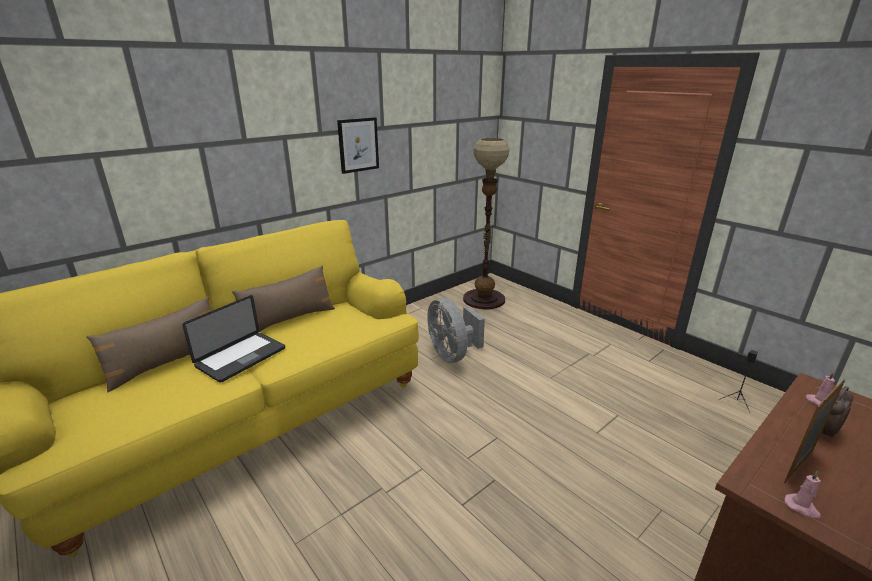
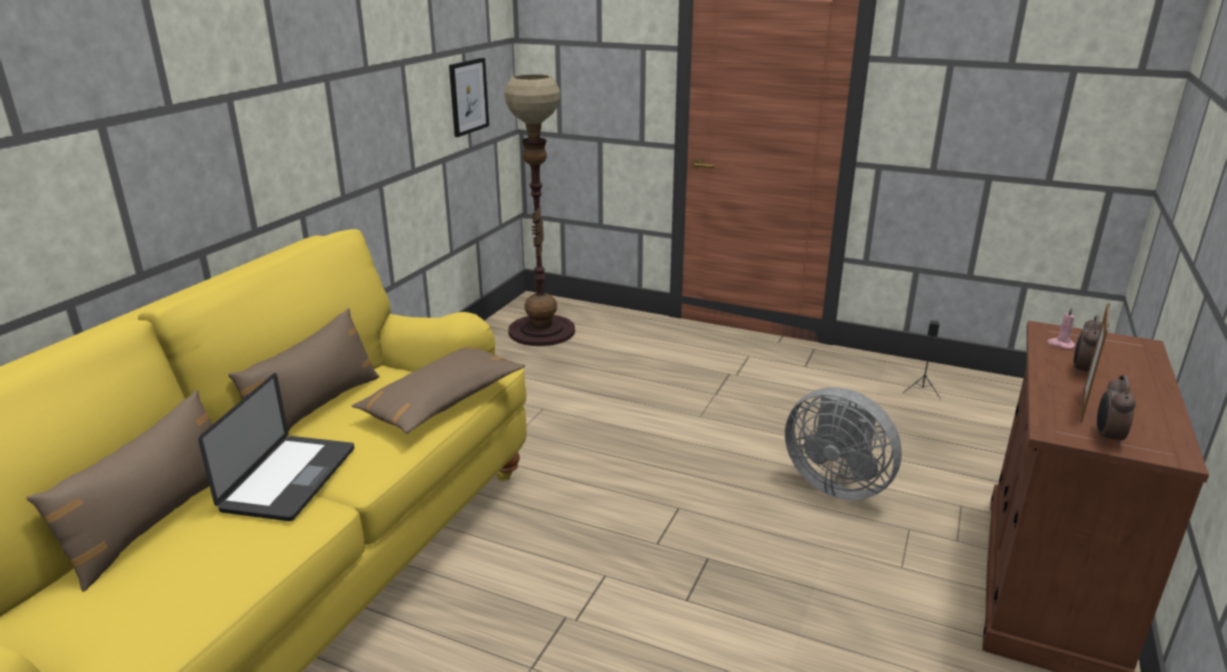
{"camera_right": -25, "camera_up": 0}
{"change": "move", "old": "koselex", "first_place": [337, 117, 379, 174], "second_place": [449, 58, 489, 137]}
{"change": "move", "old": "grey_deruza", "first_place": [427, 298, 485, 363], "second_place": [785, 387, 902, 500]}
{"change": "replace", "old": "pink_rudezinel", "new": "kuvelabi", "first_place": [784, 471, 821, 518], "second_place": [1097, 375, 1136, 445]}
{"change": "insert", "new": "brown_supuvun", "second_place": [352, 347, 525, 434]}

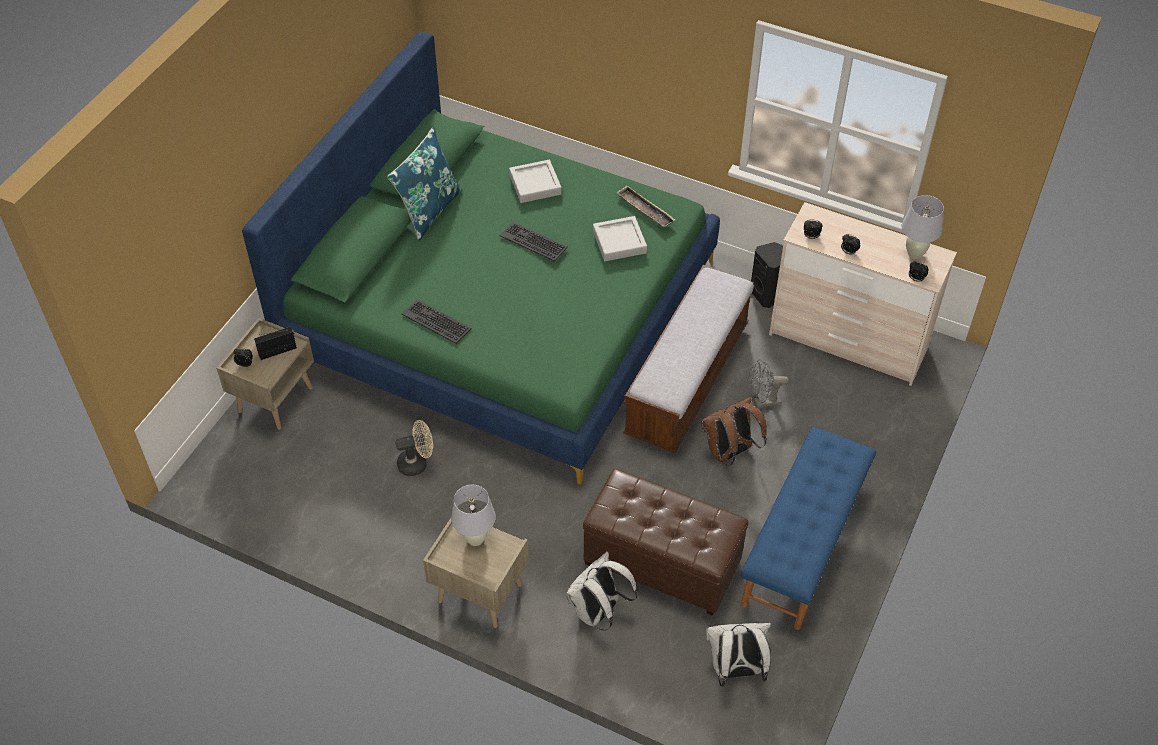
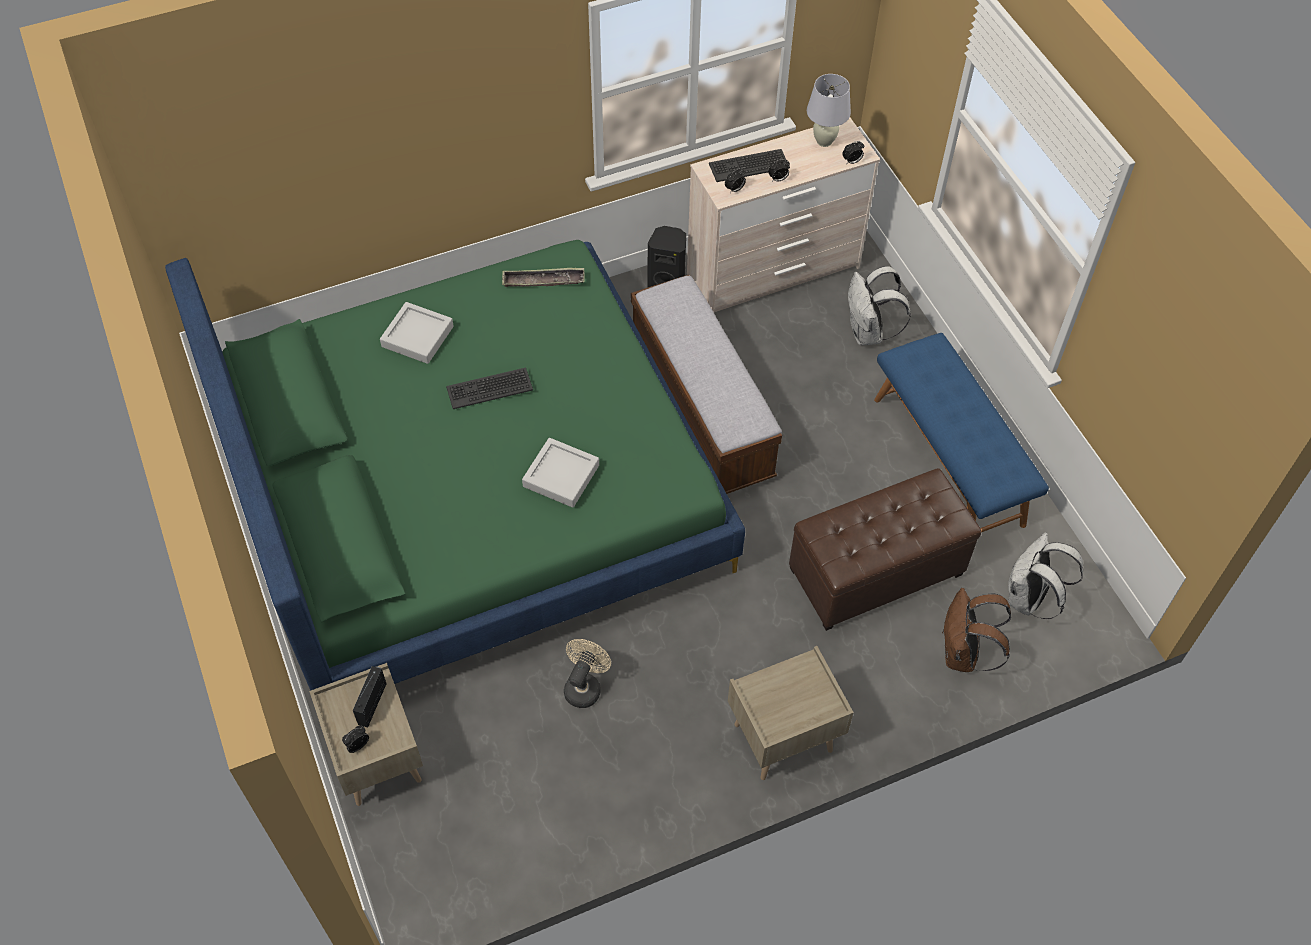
{"camera_right": -50, "camera_up": 5}
{"change": "delete", "old": "blue_supuvun", "first_place": [387, 127, 463, 240]}
{"change": "move", "old": "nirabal", "first_place": [402, 299, 472, 344], "second_place": [709, 149, 790, 182]}
{"change": "delete", "old": "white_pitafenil", "first_place": [451, 485, 496, 546]}
{"change": "move", "old": "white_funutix", "first_place": [566, 552, 637, 631], "second_place": [848, 266, 911, 345]}
{"change": "move", "old": "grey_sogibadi", "first_place": [593, 216, 647, 261], "second_place": [522, 438, 599, 508]}
{"change": "move", "old": "brown_funutix", "first_place": [702, 397, 767, 466], "second_place": [942, 588, 1011, 672]}
{"change": "delete", "old": "grey_deruza", "first_place": [749, 359, 789, 408]}

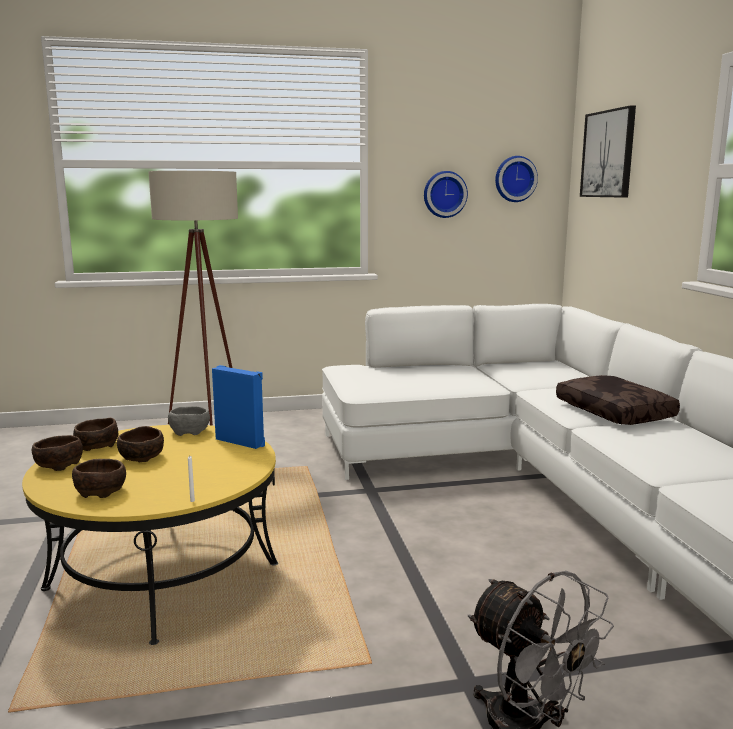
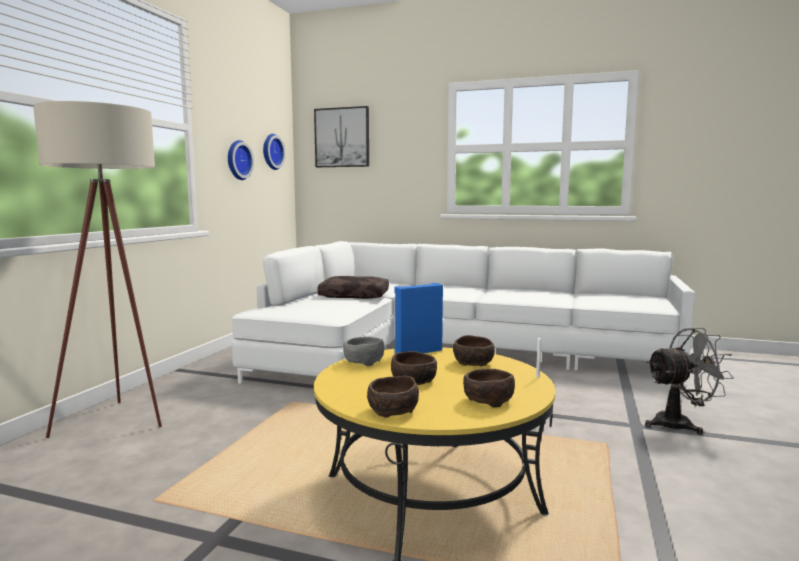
{"camera_right": -60, "camera_up": -5}
{"change": "move", "old": "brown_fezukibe", "first_place": [73, 418, 118, 451], "second_place": [453, 335, 495, 366]}
{"change": "move", "old": "brown_supuvun", "first_place": [556, 375, 680, 425], "second_place": [317, 276, 389, 299]}

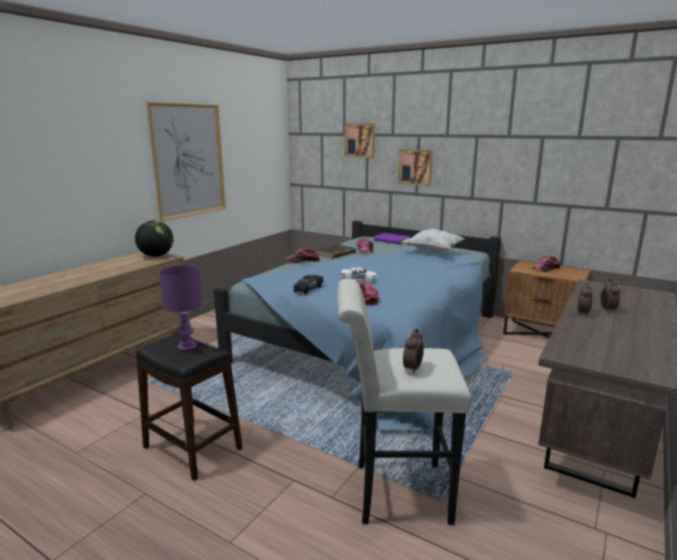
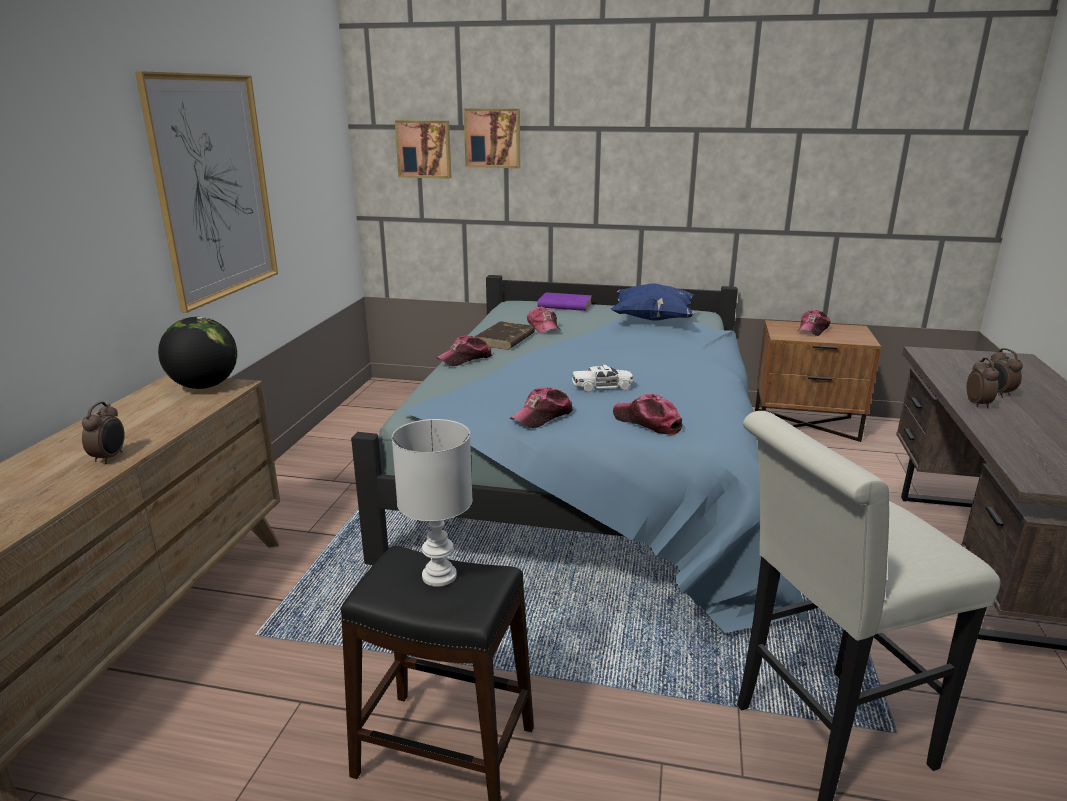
{"camera_right": -20, "camera_up": 5}
{"change": "recolor", "old": "purple_pitafenil", "new": "white_pitafenil", "first_place": [159, 265, 203, 351], "second_place": [392, 419, 473, 587]}
{"change": "replace", "old": "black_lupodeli", "new": "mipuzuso", "first_place": [294, 275, 323, 294], "second_place": [510, 387, 573, 428]}
{"change": "move", "old": "koselex", "first_place": [398, 149, 433, 186], "second_place": [395, 120, 451, 179]}
{"change": "recolor", "old": "white_supuvun", "new": "blue_supuvun", "first_place": [402, 229, 465, 252], "second_place": [611, 283, 695, 321]}
{"change": "move", "old": "kuvelabi", "first_place": [403, 328, 424, 374], "second_place": [82, 402, 125, 464]}

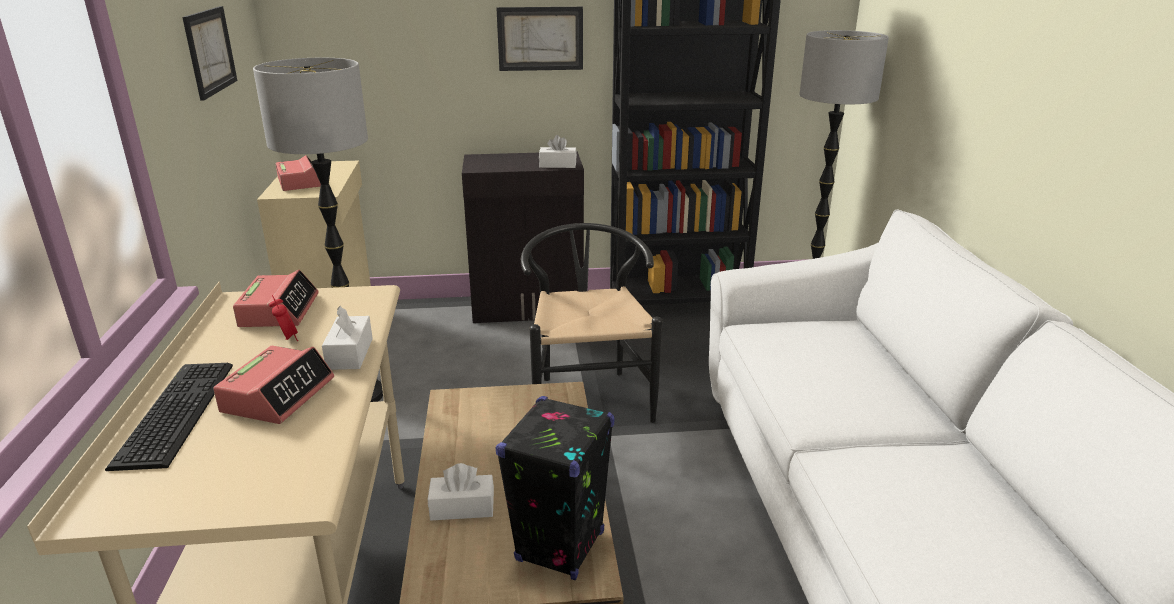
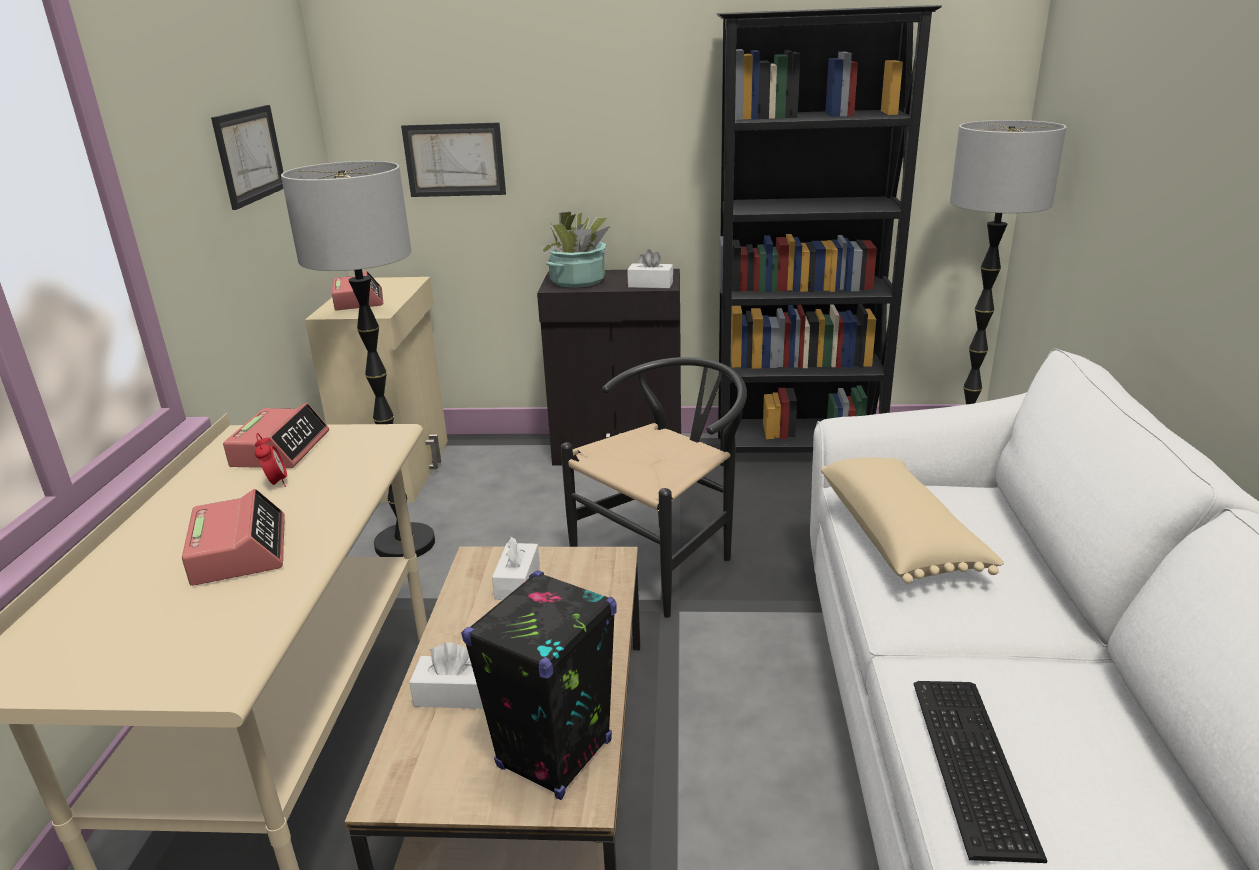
{"camera_right": 10, "camera_up": 0}
{"change": "move", "old": "nirabal", "first_place": [105, 363, 233, 471], "second_place": [914, 681, 1047, 863]}
{"change": "rotate", "old": "kuvelabi", "first_place": [213, 346, 334, 424], "second_place": [182, 489, 285, 586], "degrees": -45}
{"change": "move", "old": "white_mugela", "first_place": [322, 306, 373, 370], "second_place": [492, 537, 540, 600]}
{"change": "move", "old": "koselex", "first_place": [496, 7, 583, 71], "second_place": [401, 122, 506, 197]}
{"change": "rotate", "old": "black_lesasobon", "first_place": [521, 223, 662, 423], "second_place": [561, 357, 747, 618], "degrees": 45}
{"change": "insert", "new": "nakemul", "second_place": [541, 212, 610, 288]}
{"change": "insert", "new": "beige_supuvun", "second_place": [821, 457, 1004, 584]}

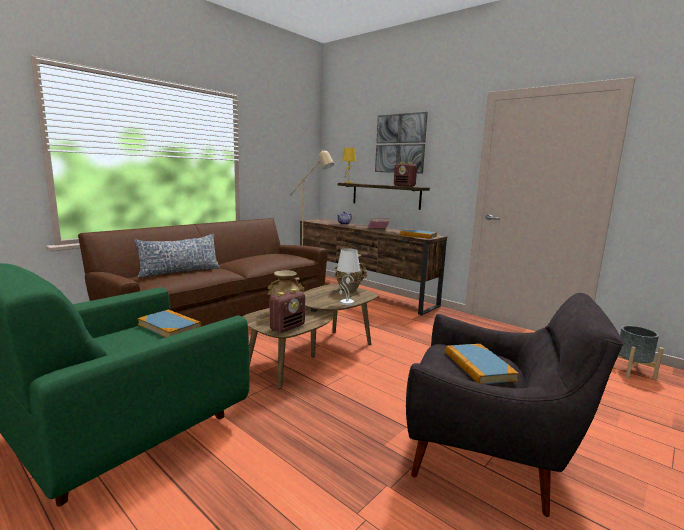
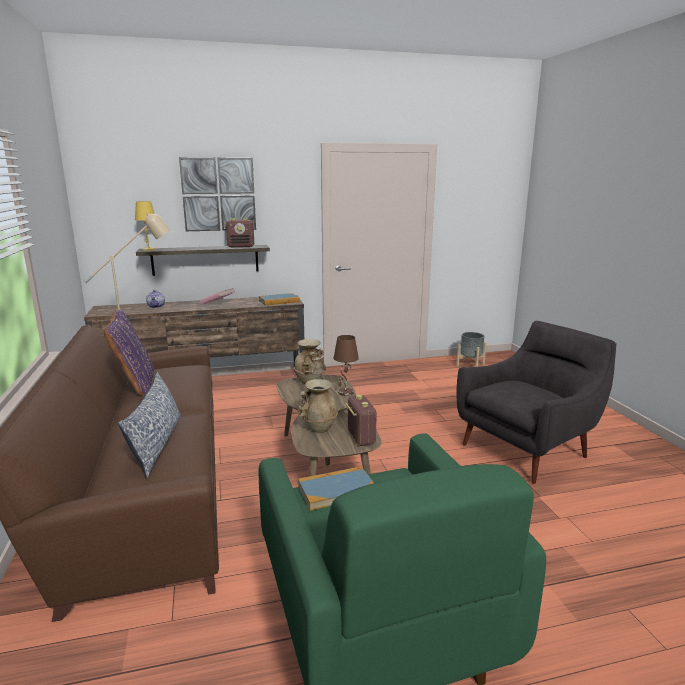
{"camera_right": -55, "camera_up": 5}
{"change": "recolor", "old": "white_pitafenil", "new": "brown_pitafenil", "first_place": [337, 248, 360, 305], "second_place": [334, 335, 359, 396]}
{"change": "delete", "old": "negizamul", "first_place": [445, 344, 519, 384]}
{"change": "insert", "new": "purple_supuvun", "second_place": [104, 310, 154, 396]}

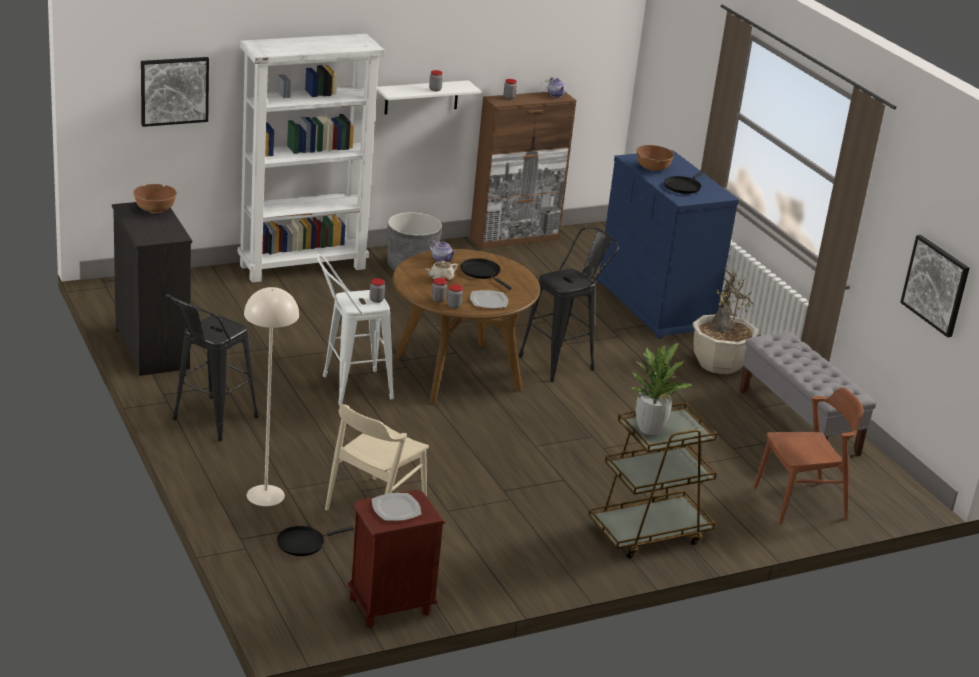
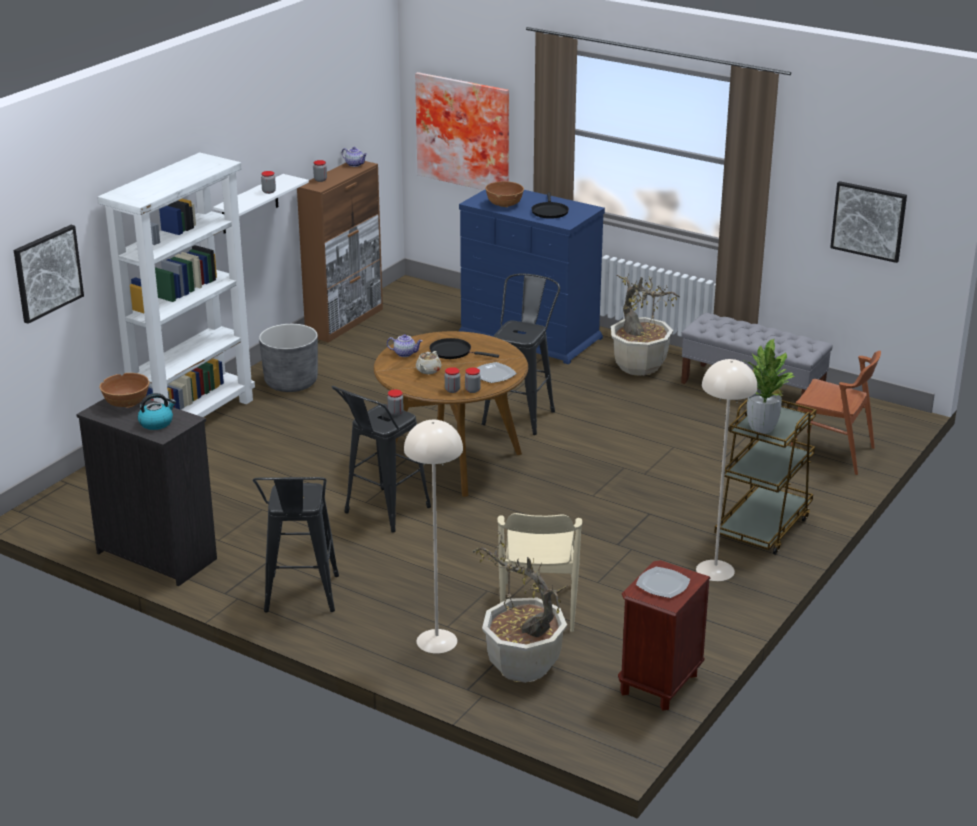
{"camera_right": -30, "camera_up": 0}
{"change": "replace", "old": "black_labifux", "new": "nakemul", "first_place": [277, 526, 354, 556], "second_place": [473, 529, 568, 683]}
{"change": "recolor", "old": "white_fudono", "new": "black_fudono", "first_place": [317, 254, 394, 405], "second_place": [332, 386, 431, 532]}
{"change": "rotate", "old": "brown_lesasobon", "first_place": [753, 387, 864, 525], "second_place": [791, 351, 881, 475], "degrees": 75}
{"change": "insert", "new": "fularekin", "second_place": [138, 393, 176, 430]}
{"change": "insert", "new": "koselex", "second_place": [415, 72, 509, 190]}
{"change": "insert", "new": "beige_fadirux", "second_place": [696, 359, 758, 581]}

